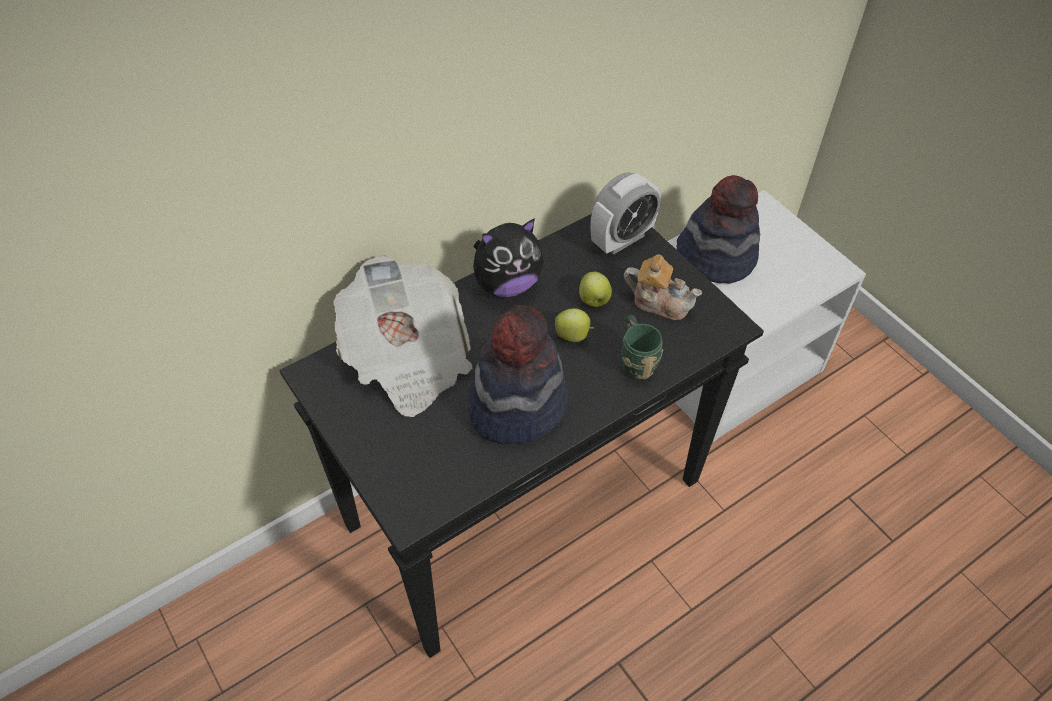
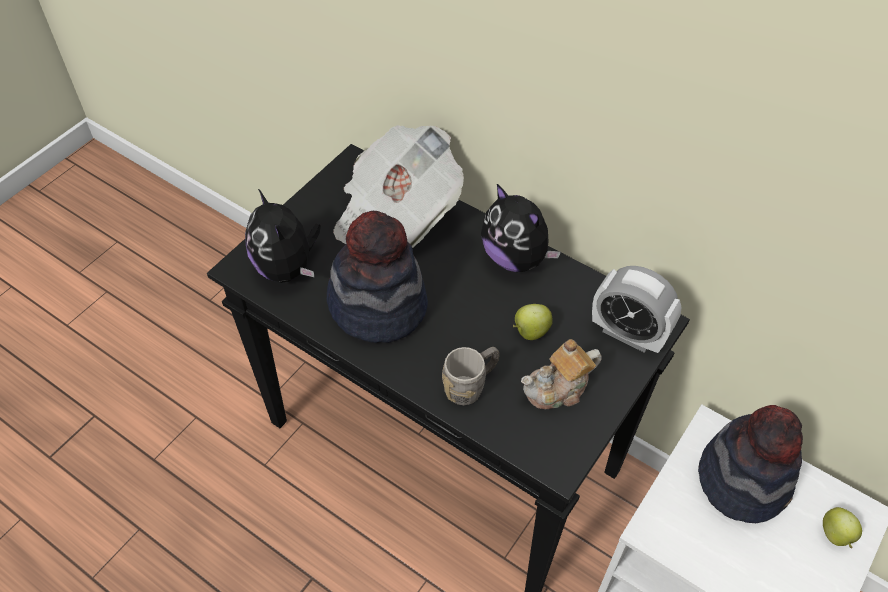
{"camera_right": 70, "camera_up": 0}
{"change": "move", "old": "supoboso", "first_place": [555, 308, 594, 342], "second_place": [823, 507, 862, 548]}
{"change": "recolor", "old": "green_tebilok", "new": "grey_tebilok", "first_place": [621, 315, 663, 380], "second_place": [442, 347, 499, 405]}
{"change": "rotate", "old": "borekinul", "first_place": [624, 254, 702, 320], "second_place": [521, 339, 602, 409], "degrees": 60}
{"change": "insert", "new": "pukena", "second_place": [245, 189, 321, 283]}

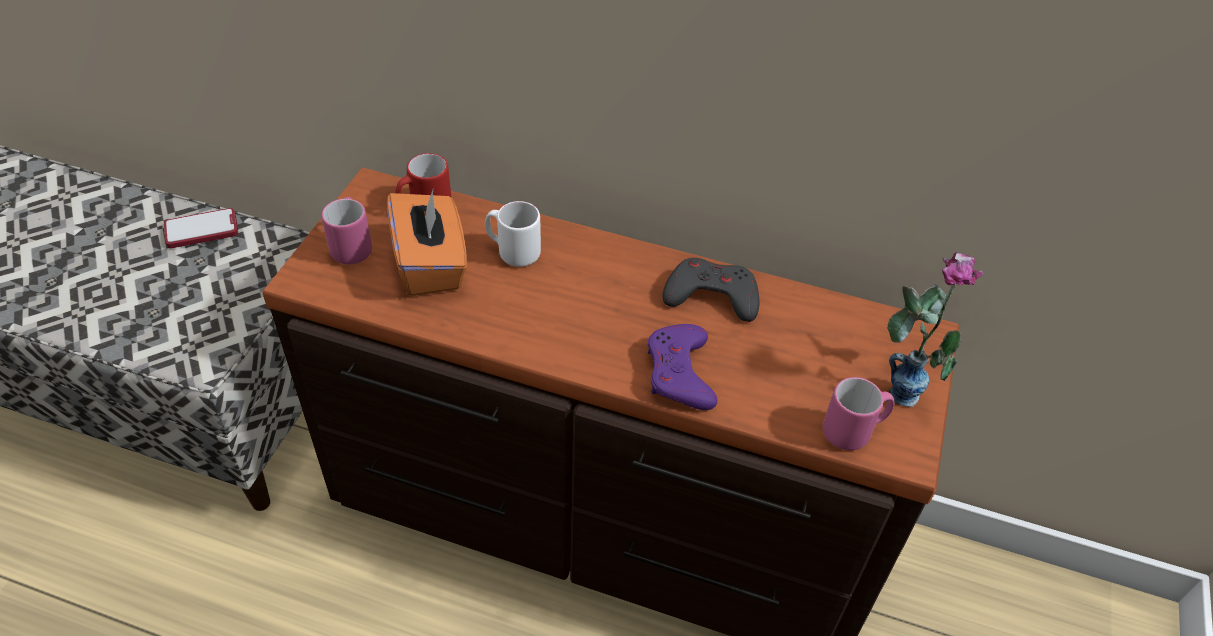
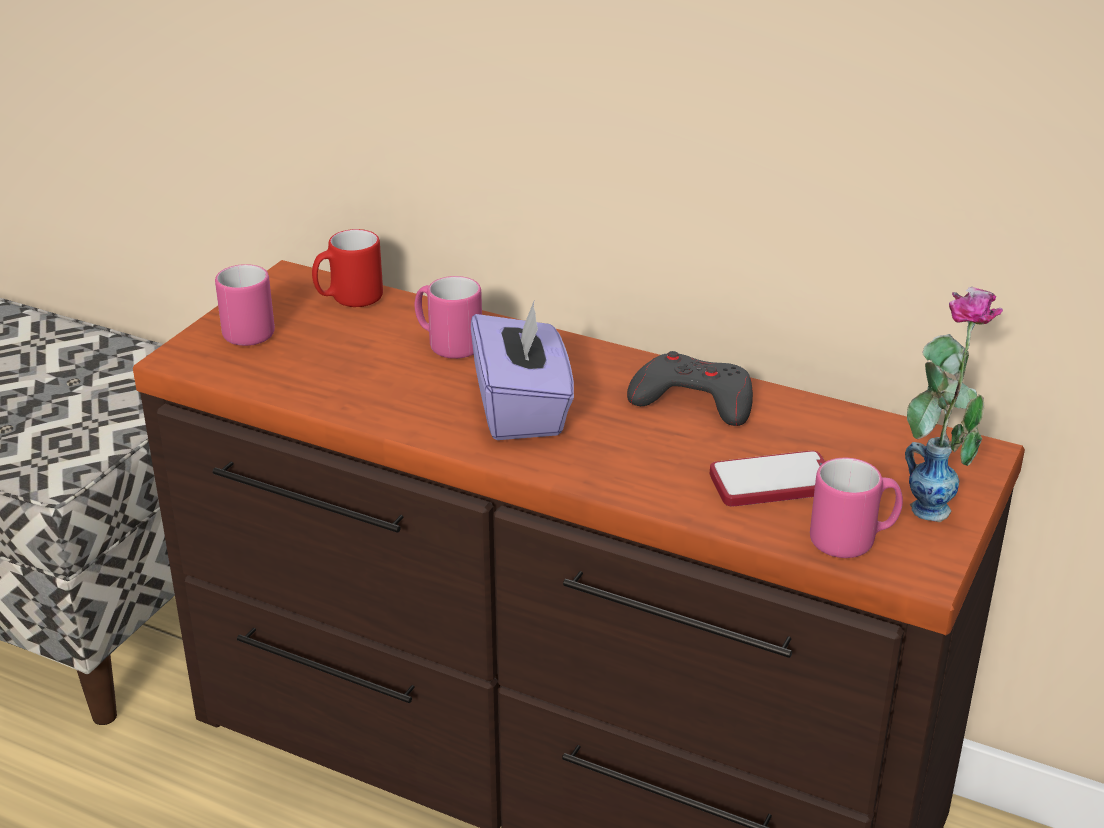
{"camera_right": 10, "camera_up": -15}
{"change": "move", "old": "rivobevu", "first_place": [164, 208, 238, 248], "second_place": [710, 451, 825, 507]}
{"change": "delete", "old": "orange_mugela", "first_place": [387, 190, 467, 296]}
{"change": "recolor", "old": "white_tebilok", "new": "pink_tebilok", "first_place": [485, 201, 541, 267], "second_place": [414, 276, 482, 359]}
{"change": "delete", "old": "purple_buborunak", "first_place": [648, 324, 717, 410]}
{"change": "insert", "new": "purple_mugela", "second_place": [471, 301, 574, 440]}

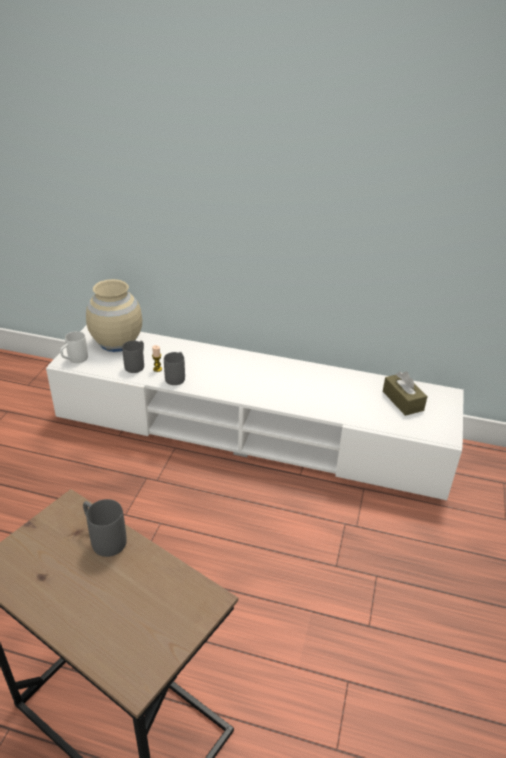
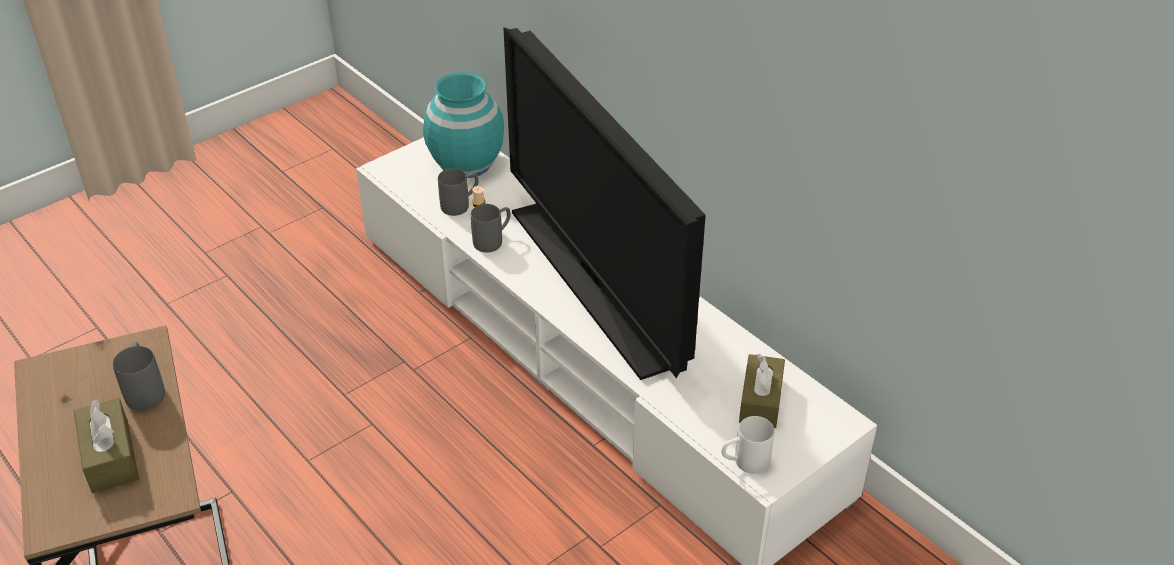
{"camera_right": 35, "camera_up": 5}
{"change": "move", "old": "white_tebilok", "first_place": [60, 331, 88, 363], "second_place": [722, 416, 774, 474]}
{"change": "recolor", "old": "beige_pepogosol", "new": "turquoise_pepogosol", "first_place": [86, 279, 142, 352], "second_place": [423, 72, 504, 178]}
{"change": "insert", "new": "brown_mugela", "second_place": [74, 398, 139, 493]}
{"change": "insert", "new": "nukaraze", "second_place": [503, 27, 706, 380]}

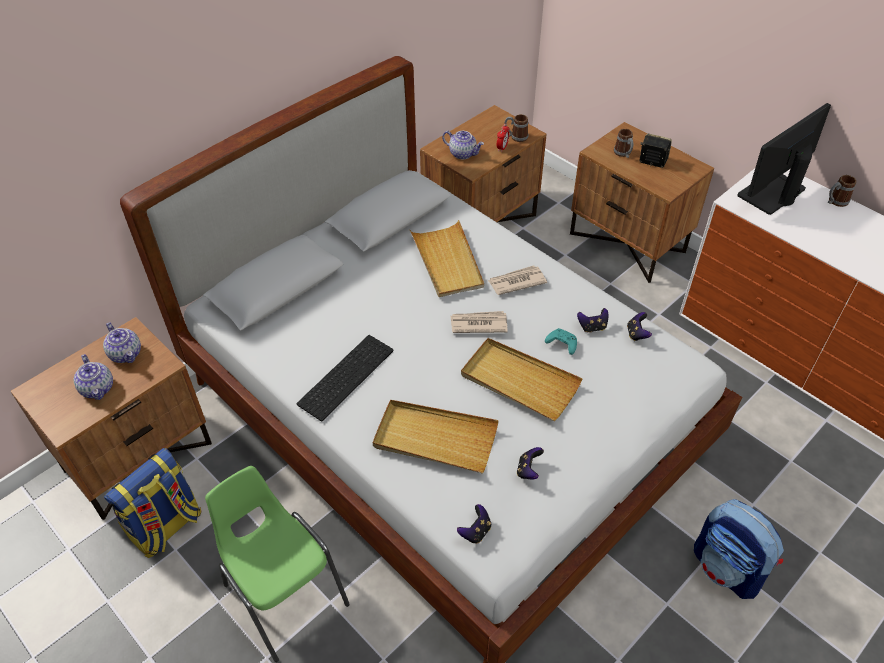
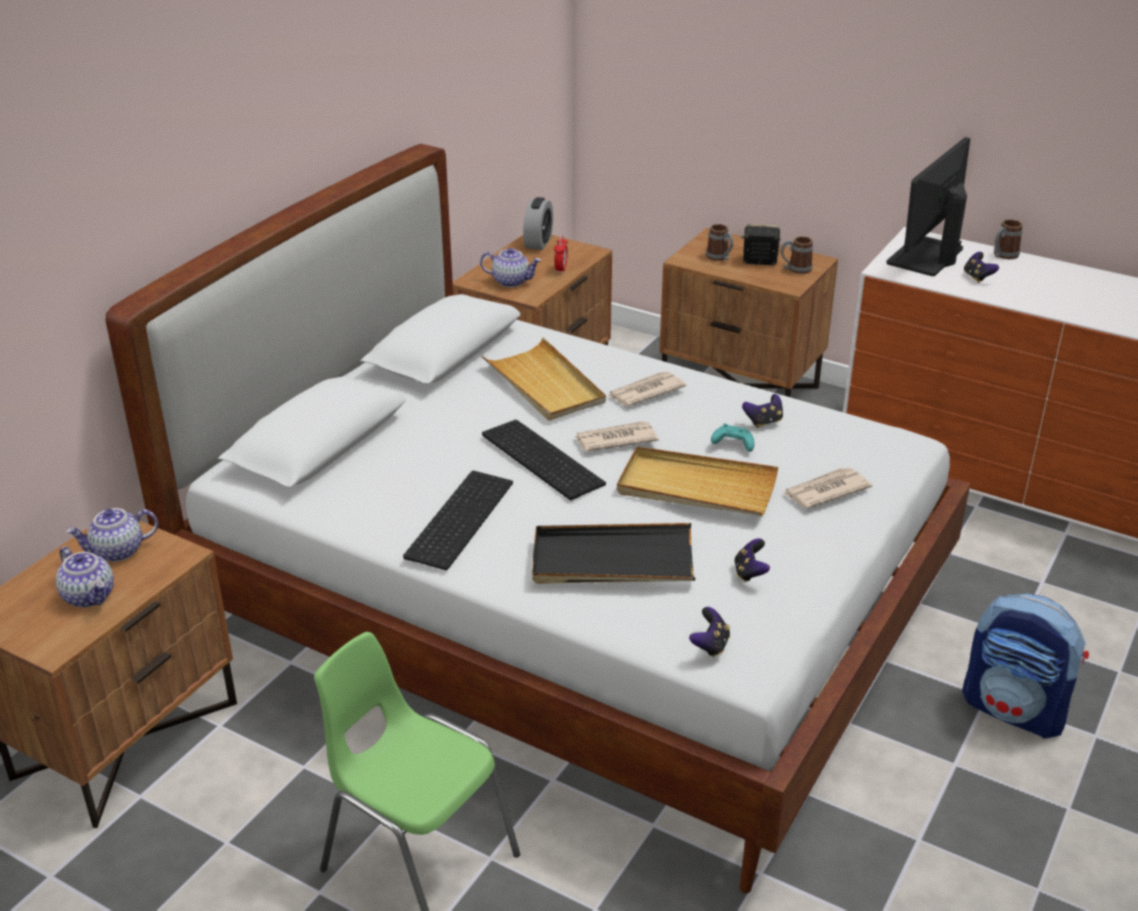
{"camera_right": -15, "camera_up": -15}
{"change": "rotate", "old": "borekinul", "first_place": [103, 322, 141, 363], "second_place": [66, 508, 158, 562], "degrees": 120}
{"change": "delete", "old": "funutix", "first_place": [104, 448, 201, 558]}
{"change": "recolor", "old": "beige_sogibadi", "new": "black_sogibadi", "first_place": [373, 400, 499, 474], "second_place": [532, 523, 695, 584]}
{"change": "move", "old": "tebilok", "first_place": [505, 114, 528, 142], "second_place": [781, 236, 813, 274]}
{"change": "move", "old": "buborunak", "first_place": [627, 312, 652, 341], "second_place": [964, 252, 999, 283]}
{"change": "insert", "new": "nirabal", "second_place": [482, 420, 606, 500]}
{"change": "insert", "new": "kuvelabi", "second_place": [523, 197, 553, 250]}
{"change": "insert", "new": "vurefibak", "second_place": [783, 468, 872, 509]}

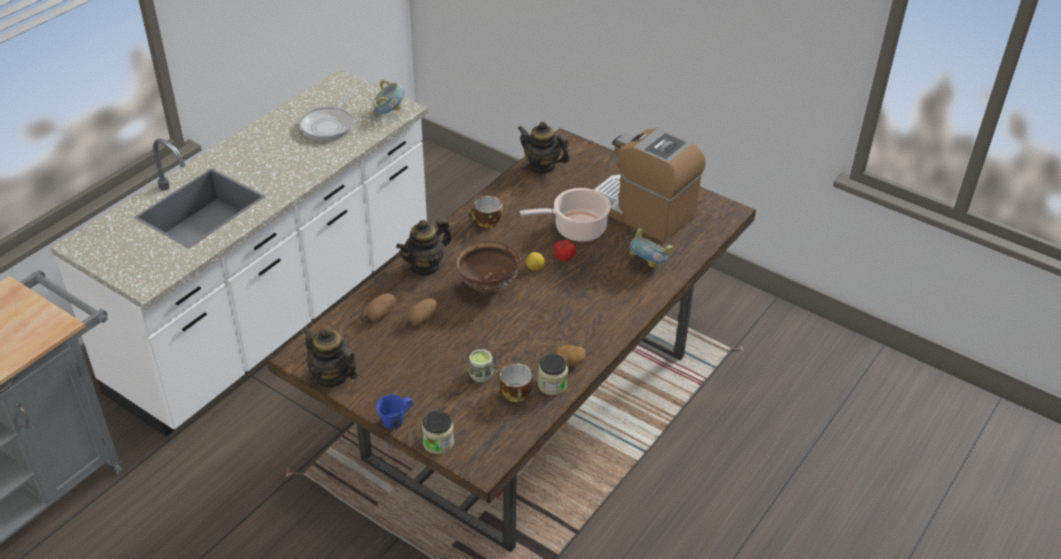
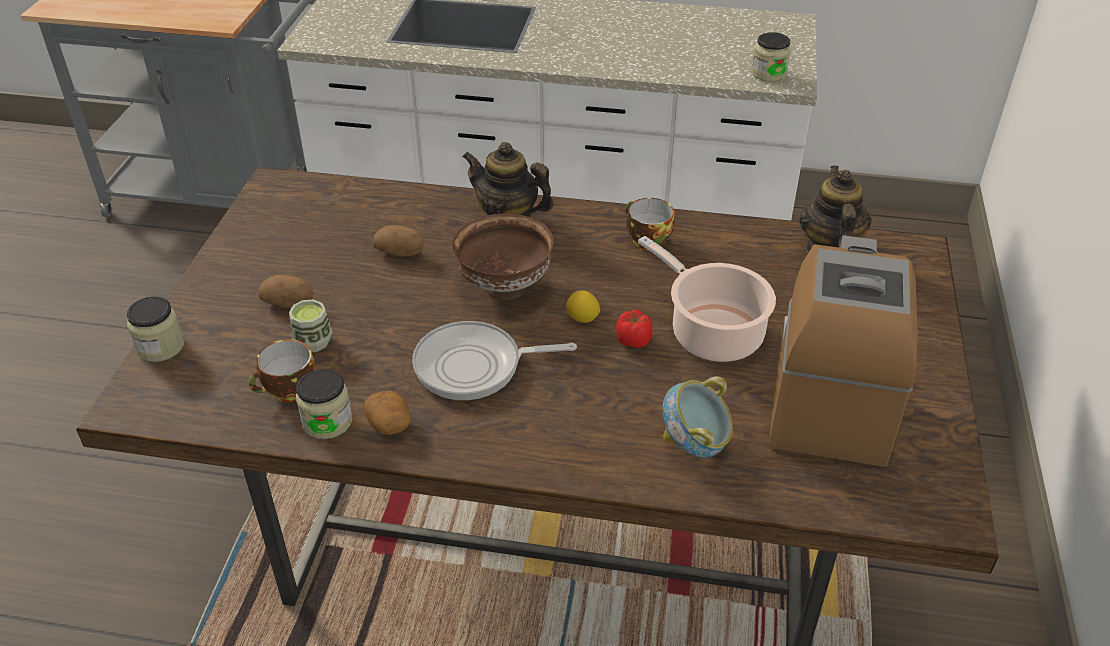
{"camera_right": 65, "camera_up": 0}
{"change": "move", "old": "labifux", "first_place": [300, 92, 353, 141], "second_place": [412, 321, 577, 400]}
{"change": "delete", "old": "borekinul", "first_place": [302, 327, 358, 388]}
{"change": "move", "old": "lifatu", "first_place": [366, 293, 395, 321], "second_place": [258, 275, 313, 308]}
{"change": "replace", "old": "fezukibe", "new": "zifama", "first_place": [373, 79, 404, 114], "second_place": [752, 32, 791, 82]}
{"change": "delete", "old": "blue_tebilok", "first_place": [376, 394, 413, 429]}

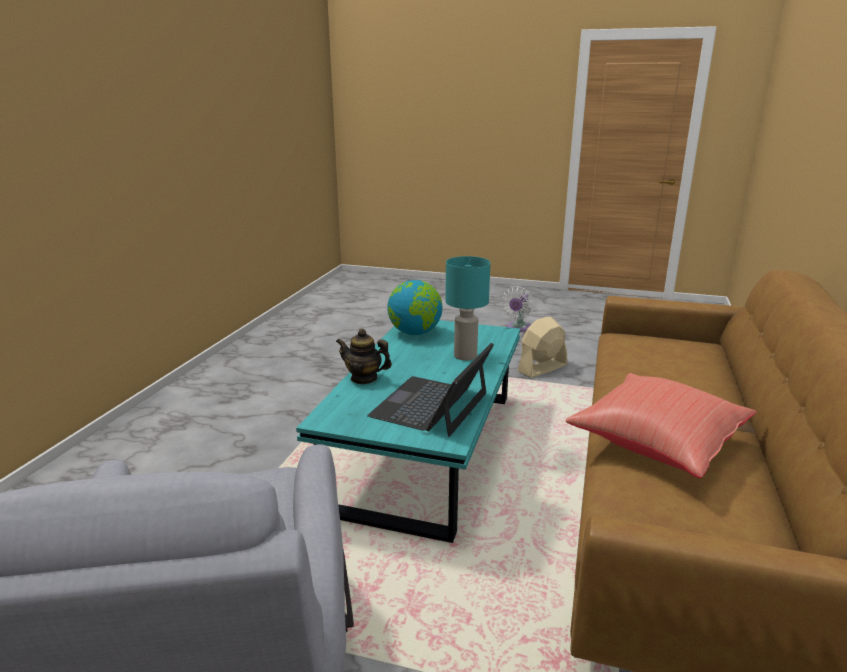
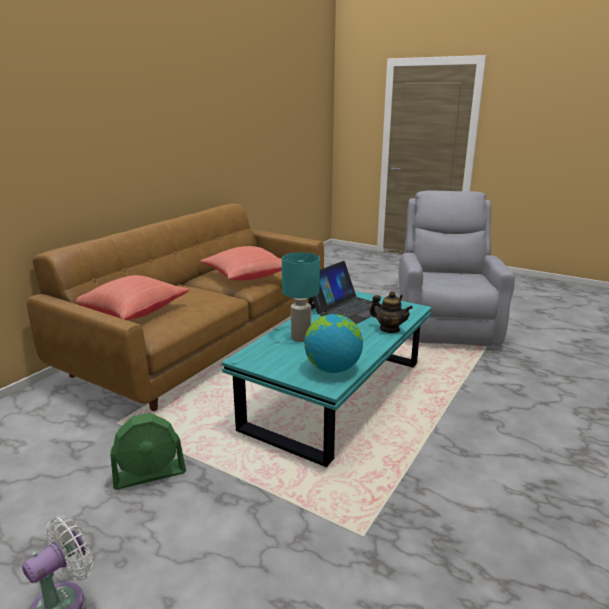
{"camera_right": -165, "camera_up": 0}
{"change": "recolor", "old": "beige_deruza", "new": "green_deruza", "first_place": [518, 317, 567, 378], "second_place": [110, 413, 186, 490]}
{"change": "insert", "new": "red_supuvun", "second_place": [76, 275, 190, 320]}

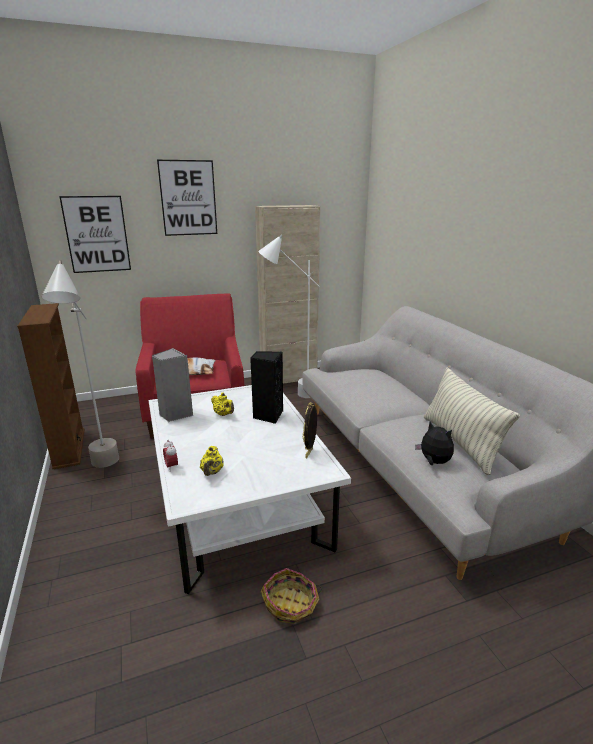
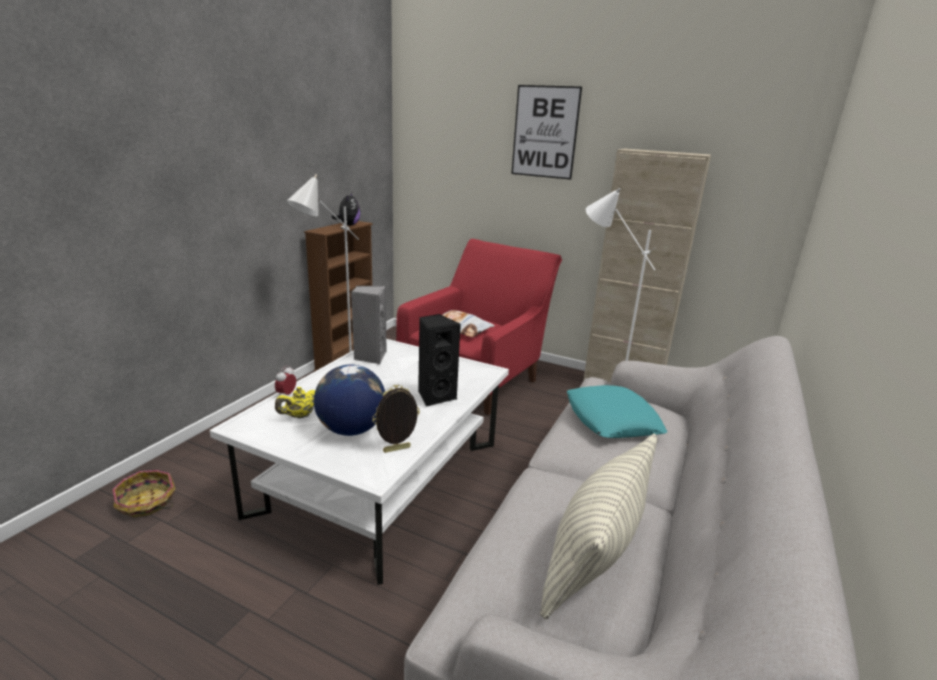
{"camera_right": 45, "camera_up": 0}
{"change": "delete", "old": "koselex", "first_place": [59, 196, 131, 273]}
{"change": "delete", "old": "yellow_borekinul", "first_place": [211, 392, 234, 416]}
{"change": "move", "old": "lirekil", "first_place": [261, 568, 322, 624], "second_place": [112, 470, 175, 517]}
{"change": "move", "old": "pukena", "first_place": [415, 421, 454, 465], "second_place": [331, 193, 360, 225]}
{"change": "insert", "new": "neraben", "second_place": [314, 365, 385, 436]}
{"change": "insert", "new": "turquoise_supuvun", "second_place": [567, 385, 667, 438]}

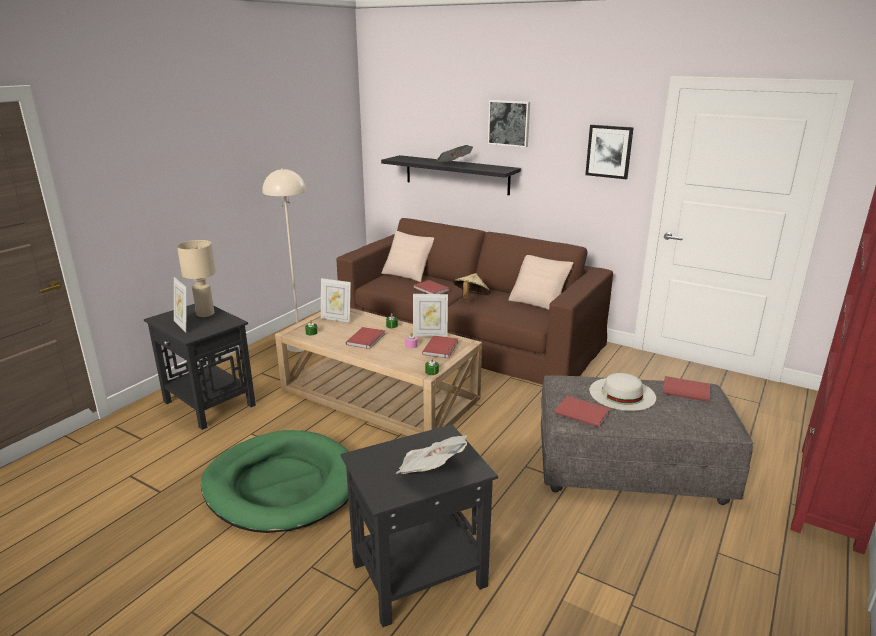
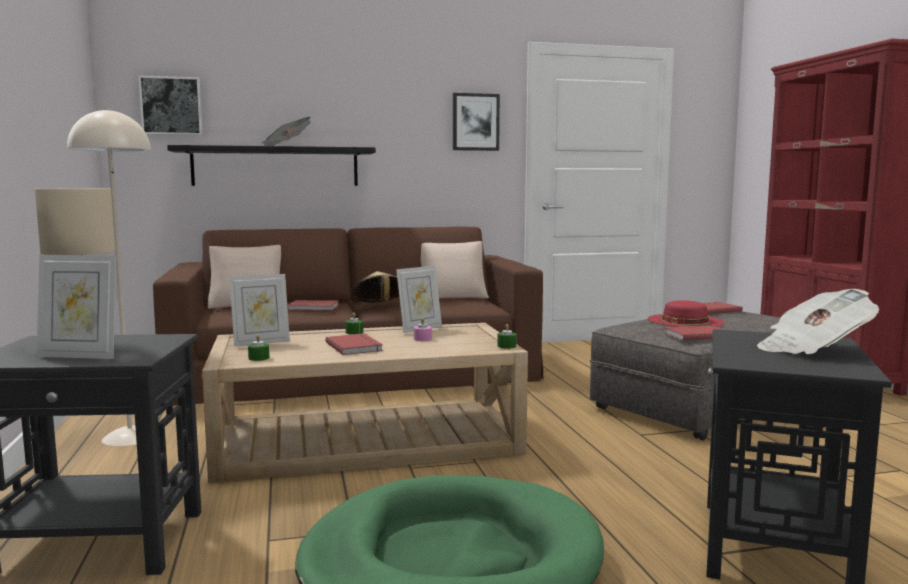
{"camera_right": -45, "camera_up": -15}
{"change": "delete", "old": "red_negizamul", "first_place": [422, 335, 458, 358]}
{"change": "move", "old": "koselex", "first_place": [488, 100, 530, 147], "second_place": [138, 75, 203, 135]}
{"change": "recolor", "old": "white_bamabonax", "new": "red_bamabonax", "first_place": [589, 373, 656, 411], "second_place": [648, 300, 724, 327]}

